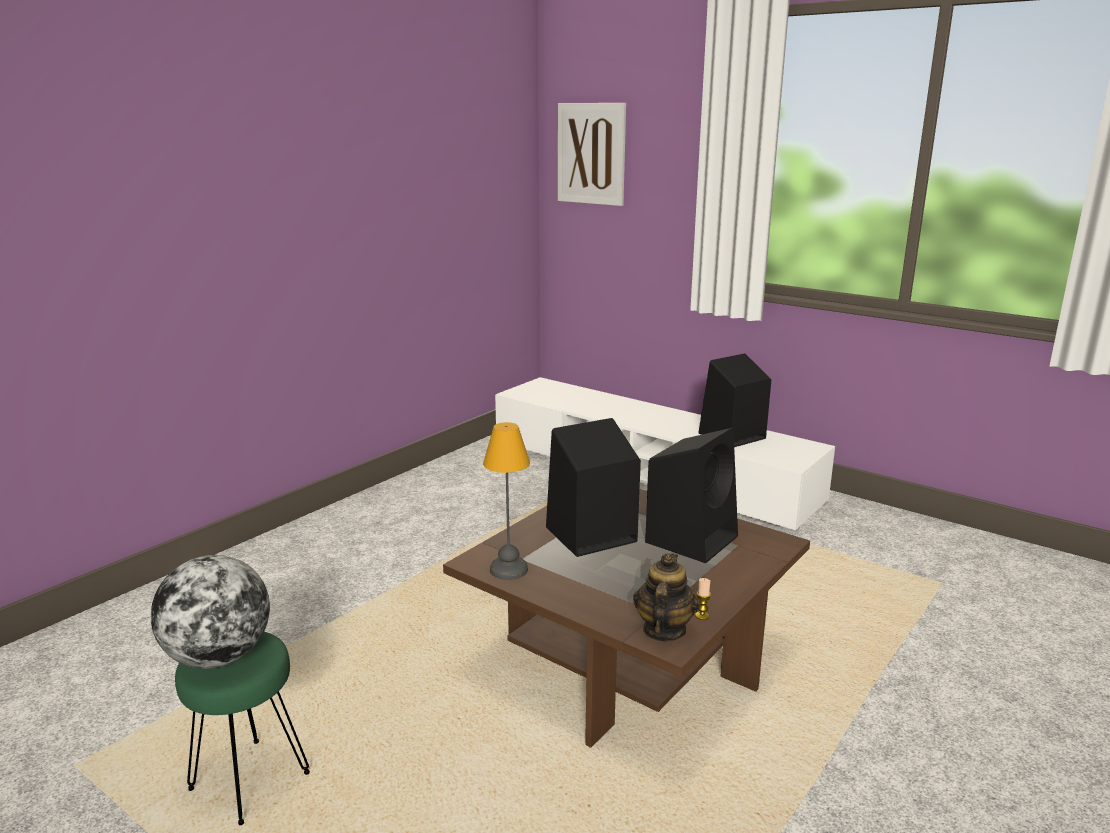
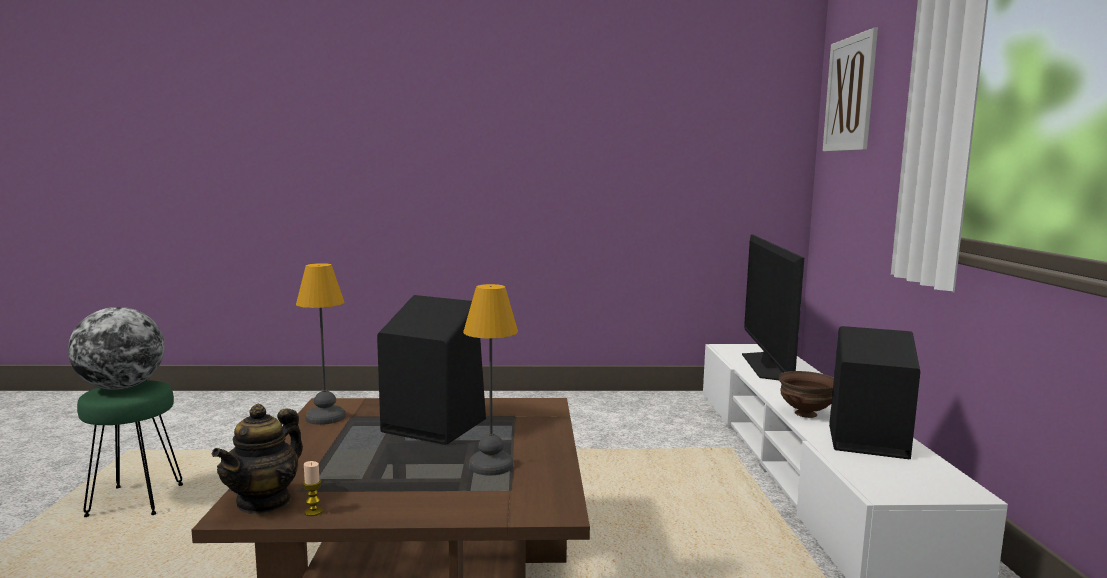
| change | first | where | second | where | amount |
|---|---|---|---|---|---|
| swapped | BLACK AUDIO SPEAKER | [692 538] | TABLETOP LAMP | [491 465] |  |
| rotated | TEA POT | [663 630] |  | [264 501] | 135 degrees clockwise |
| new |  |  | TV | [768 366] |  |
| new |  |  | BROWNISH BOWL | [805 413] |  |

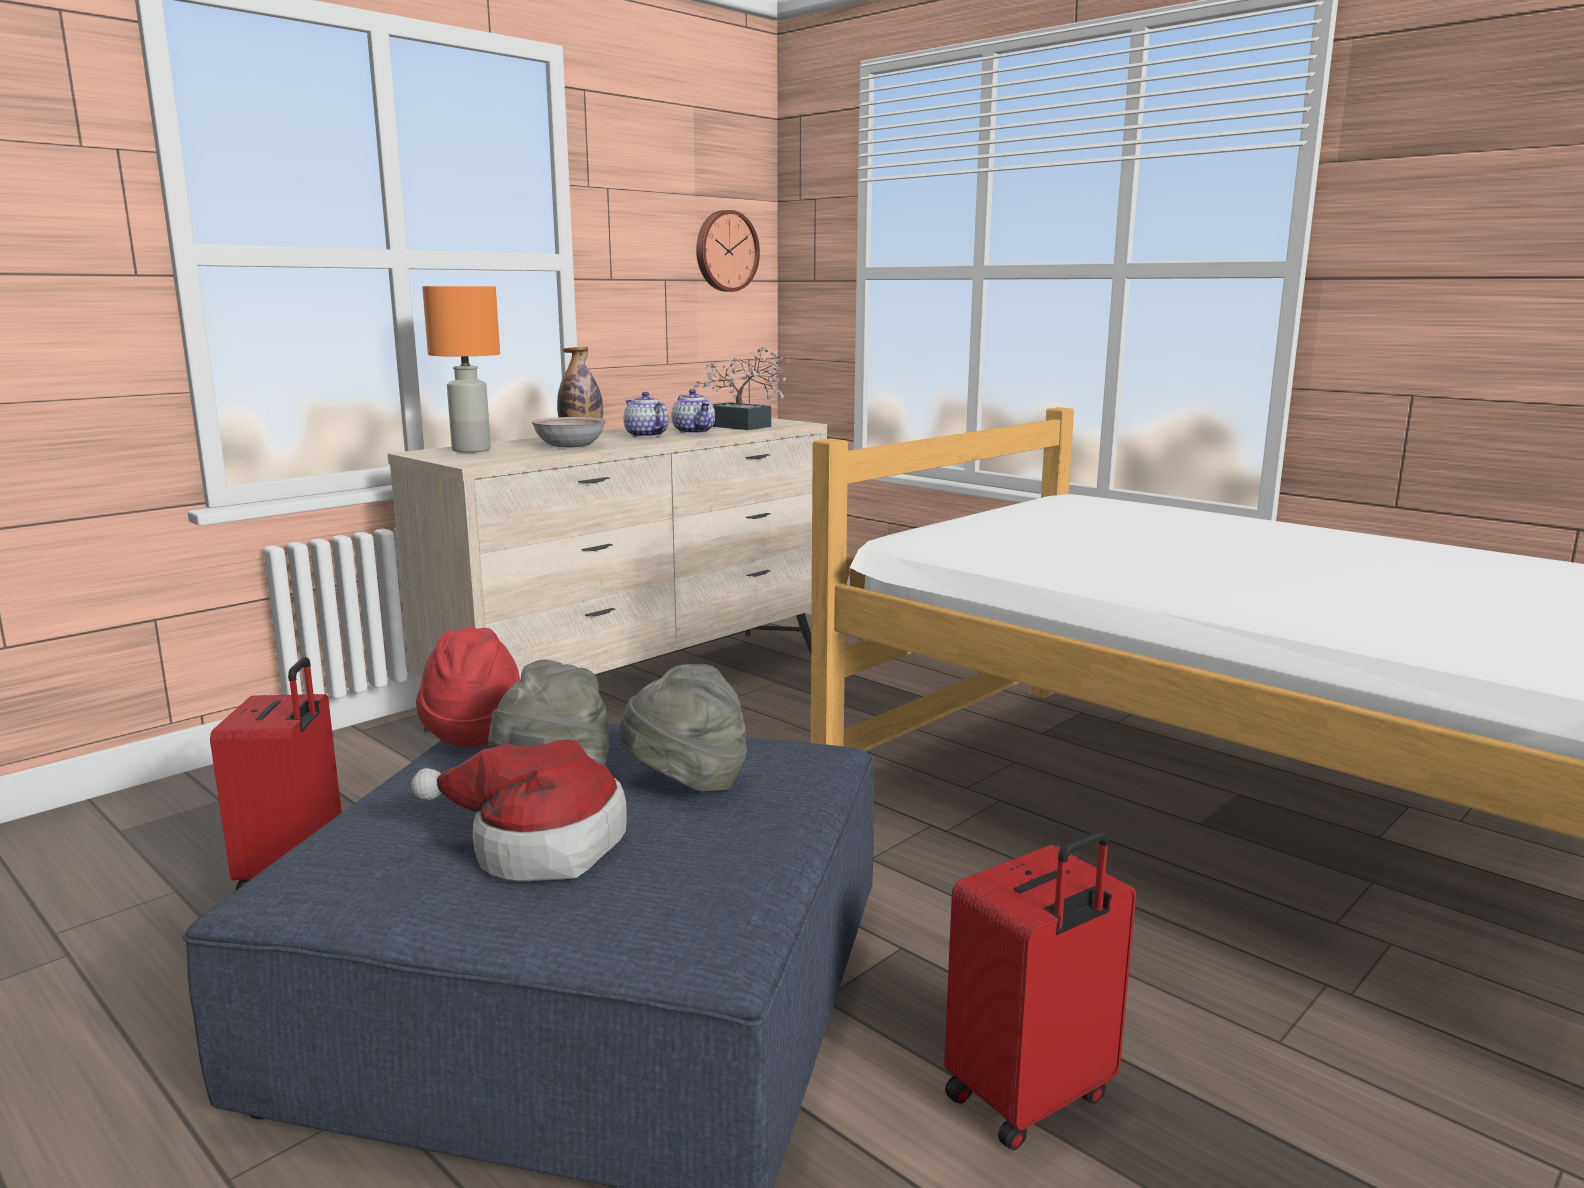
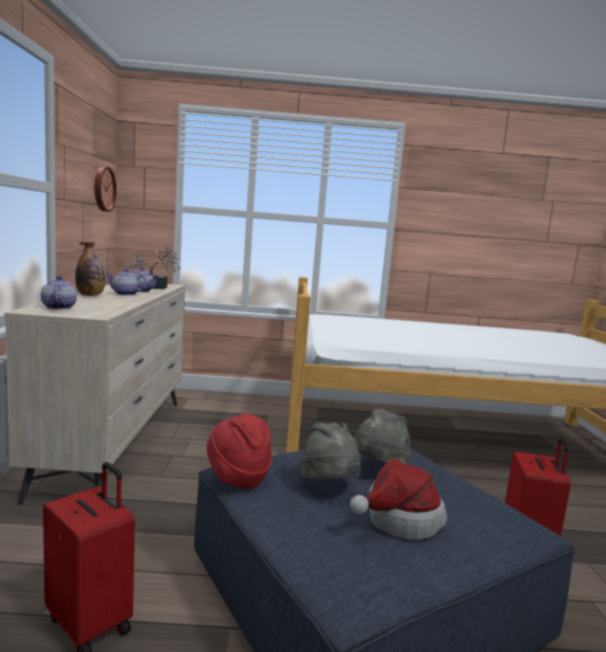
| change | first | where | second | where | amount |
|---|---|---|---|---|---|
| swapped | ORANGE TABLETOP LAMP | [470 450] | TEA POT | [58 307] |  |
| gone | BOWL | [570 445] |  |  |  |

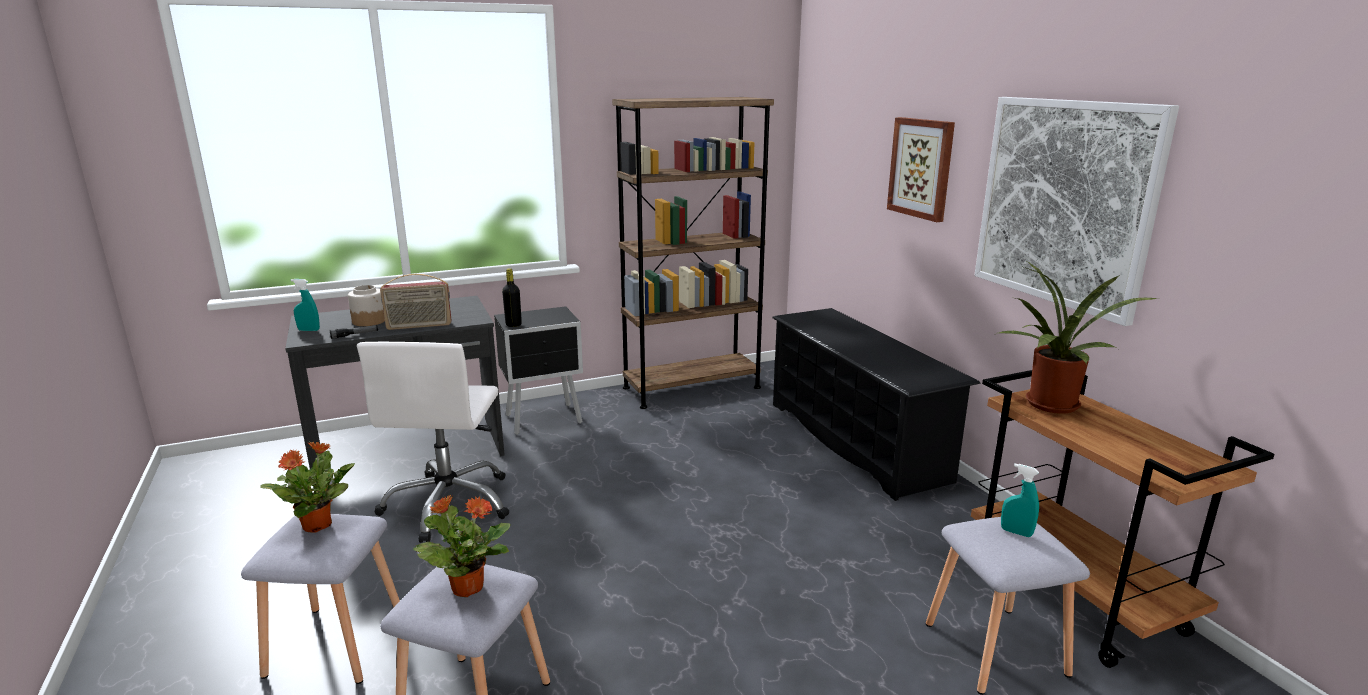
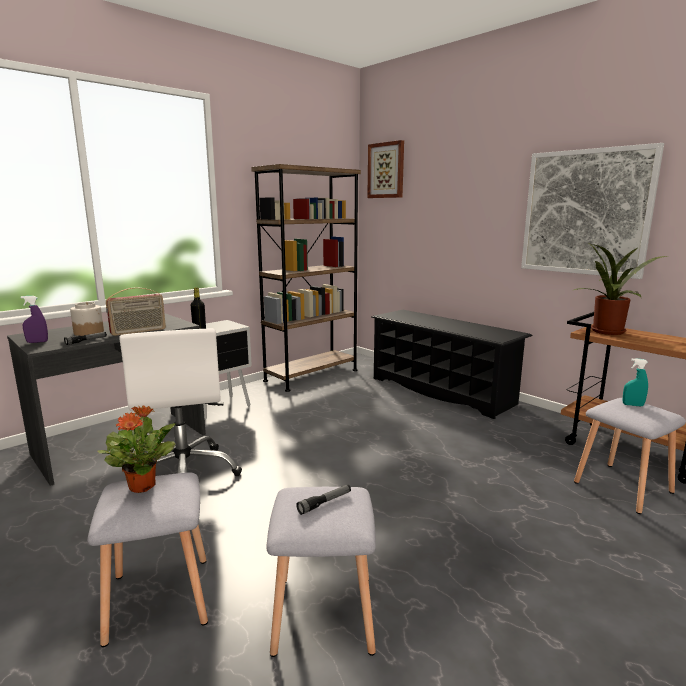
| change | first | where | second | where | amount |
|---|---|---|---|---|---|
| shifted | WALL ART | [921 168] |  | [386 170] |  |
| repainted | TURQUOISE SPRAY BOTTLE | [309 330] | PURPLE SPRAY BOTTLE | [37 342] |  |
| swapped | POTTED PLANT | [466 587] | FLASHLIGHT | [325 503] |  |

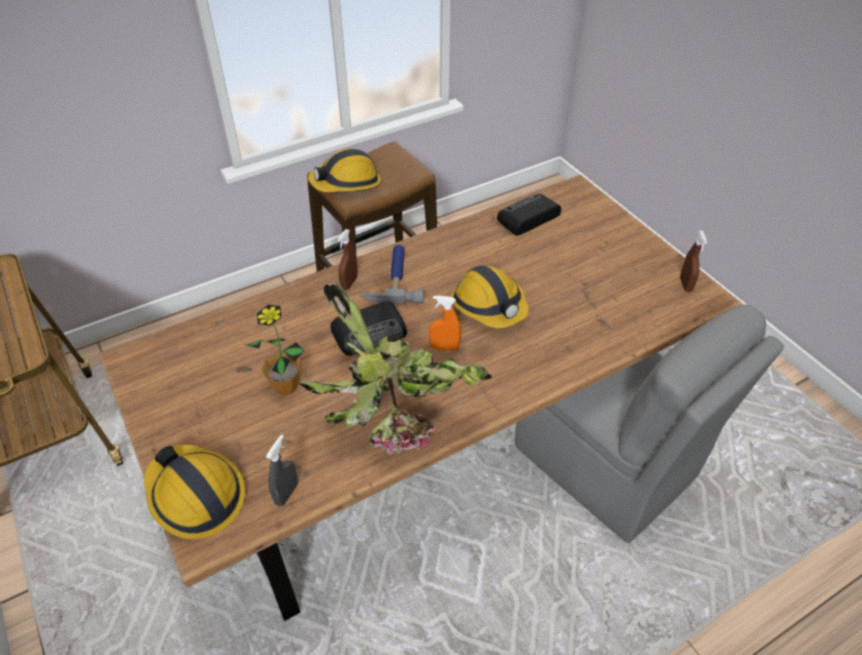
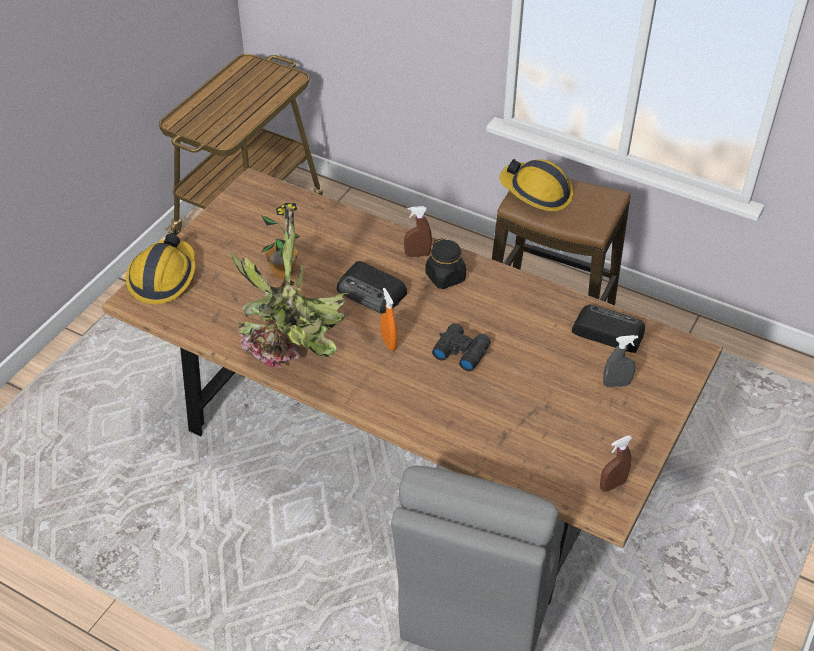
| change | first | where | second | where | amount |
|---|---|---|---|---|---|
| swapped | HAMMER | [393 278] | BLACK PRESERVE JAR | [445 277] |  |
| swapped | SAFETY HELMET | [489 306] | BLACK FIELD GLASSES | [460 351] |  |
| shifted | GREY SPRAY BOTTLE | [286 494] |  | [616 384] |  |

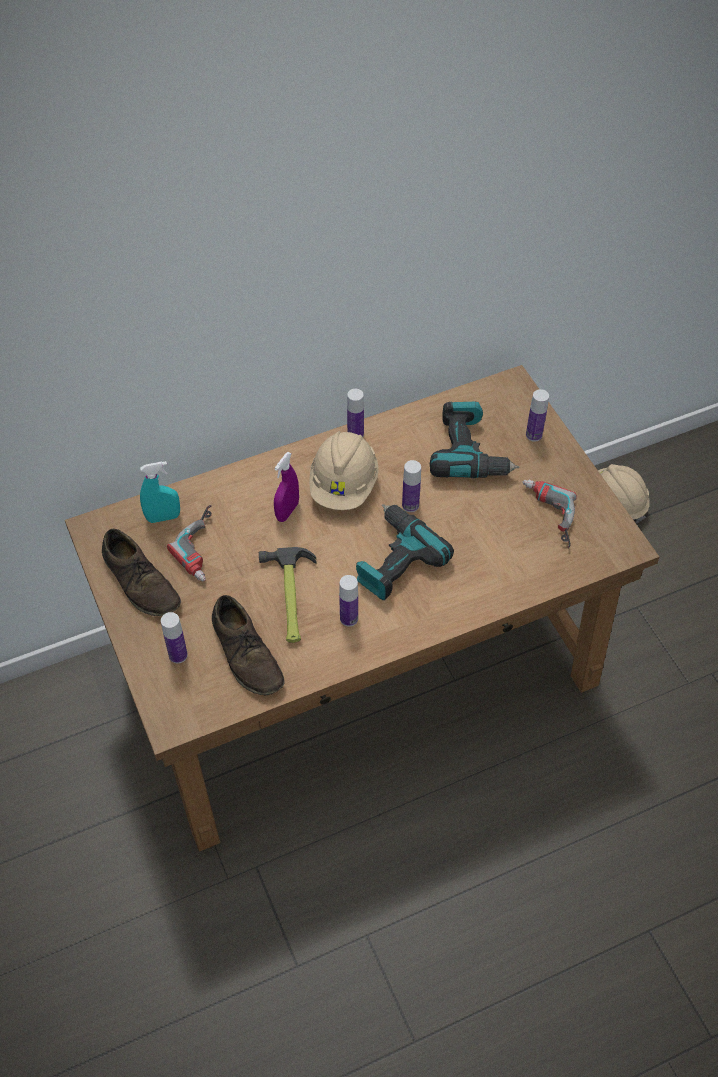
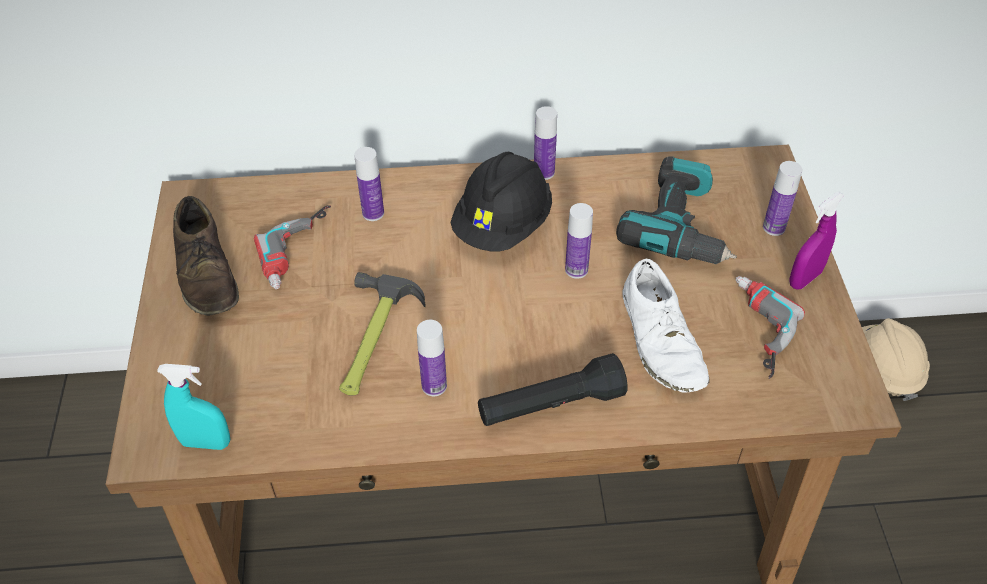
| change | first | where | second | where | amount |
|---|---|---|---|---|---|
| repainted | BEIGE SAFETY HELMET | [344 485] | BLACK SAFETY HELMET | [503 225] |  |
| shifted | PURPLE SPRAY BOTTLE | [287 511] |  | [805 278] |  |
| shifted | TURQUOISE SPRAY BOTTLE | [163 517] |  | [206 443] |  |
| gone | POWER DRILL | [394 559] |  |  |  |
| gone | BROWNISH LOW SHOE | [247 654] |  |  |  |
| shifted | DRINK BOTTLE | [178 655] |  | [373 213] |  |
| new |  |  | WHITE LOW SHOE | [661 340] |  |
| new |  |  | BLACK FLASHLIGHT | [550 405] |  |

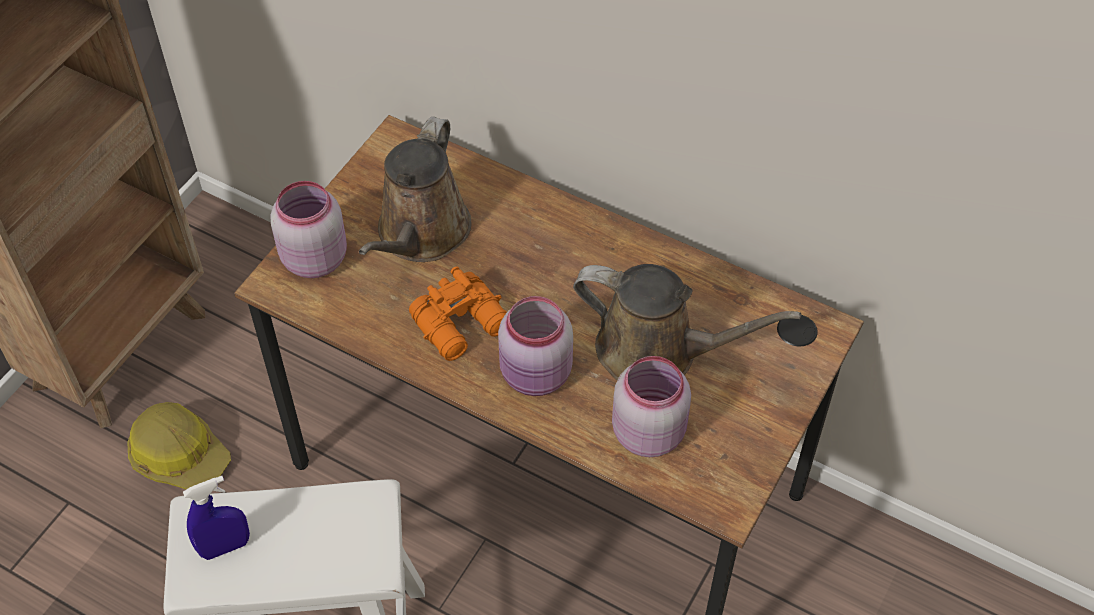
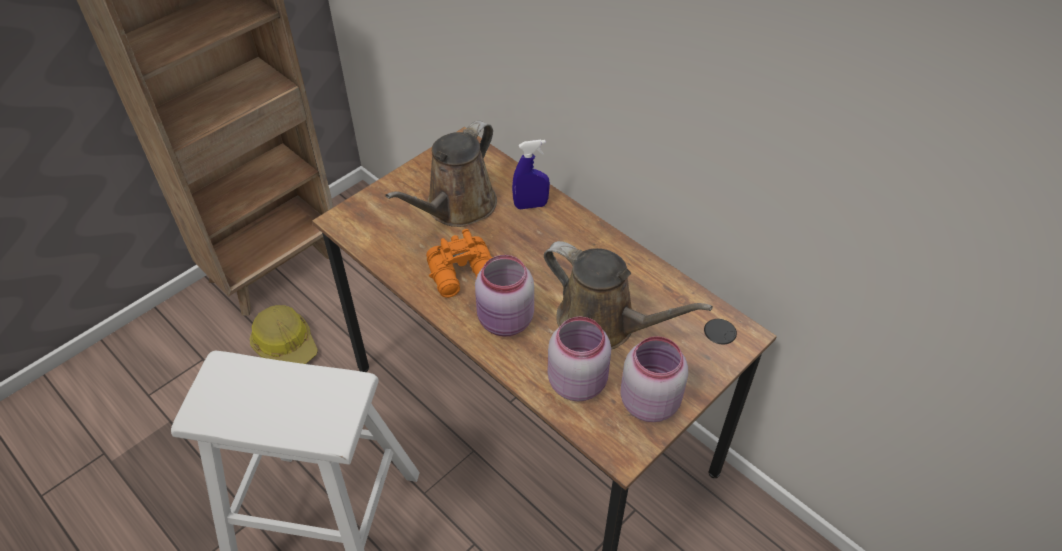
| change | first | where | second | where | amount |
|---|---|---|---|---|---|
| shifted | PINK-COLOURED PRESERVE JAR | [313 257] |  | [648 401] |  |
| shifted | BLUISH SPRAY BOTTLE | [225 547] |  | [531 205] |  |

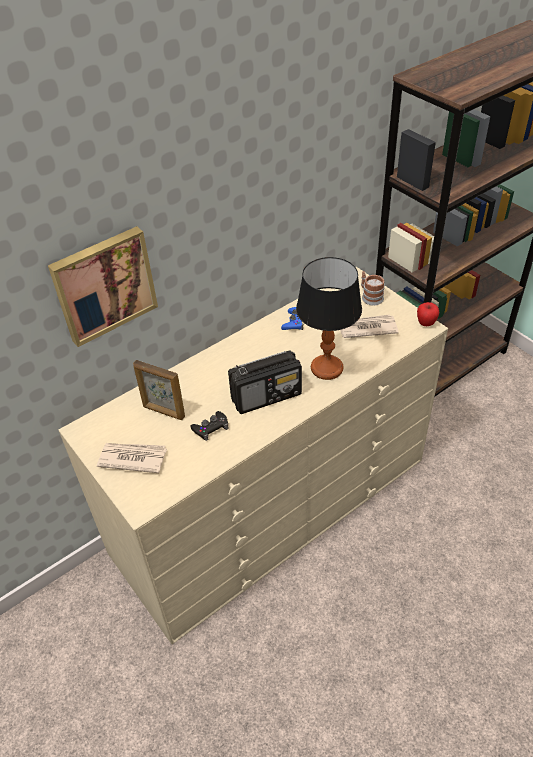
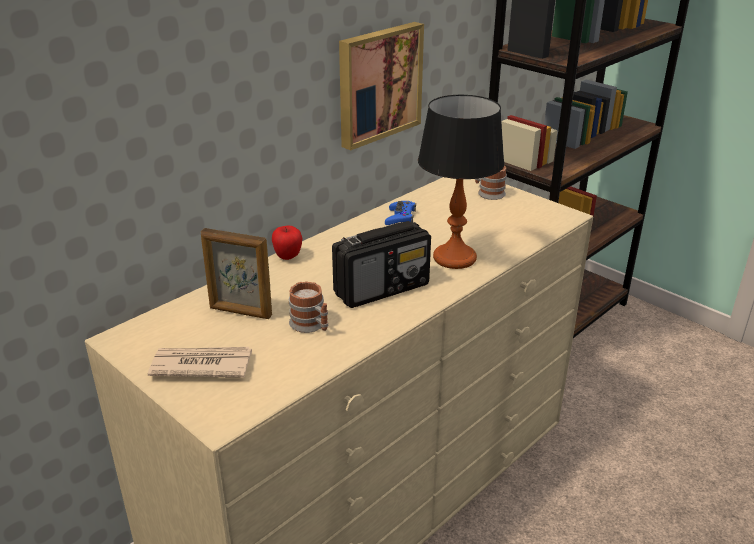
| change | first | where | second | where | amount |
|---|---|---|---|---|---|
| shifted | WALL ART | [104 284] |  | [378 84] |  |
| shifted | APPLE FRUIT | [426 323] |  | [288 257] |  |
| gone | DAILY PAPER | [367 328] |  |  |  |
| swapped | BLACK JOYPAD | [211 428] | TEA MUG | [311 325] |  |

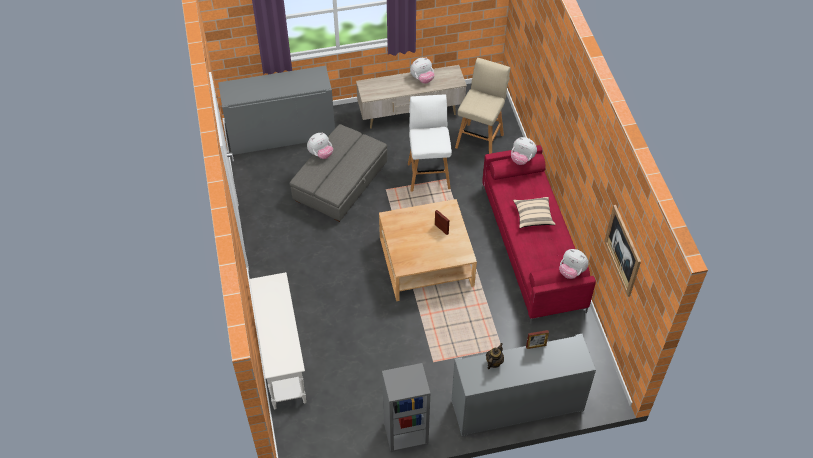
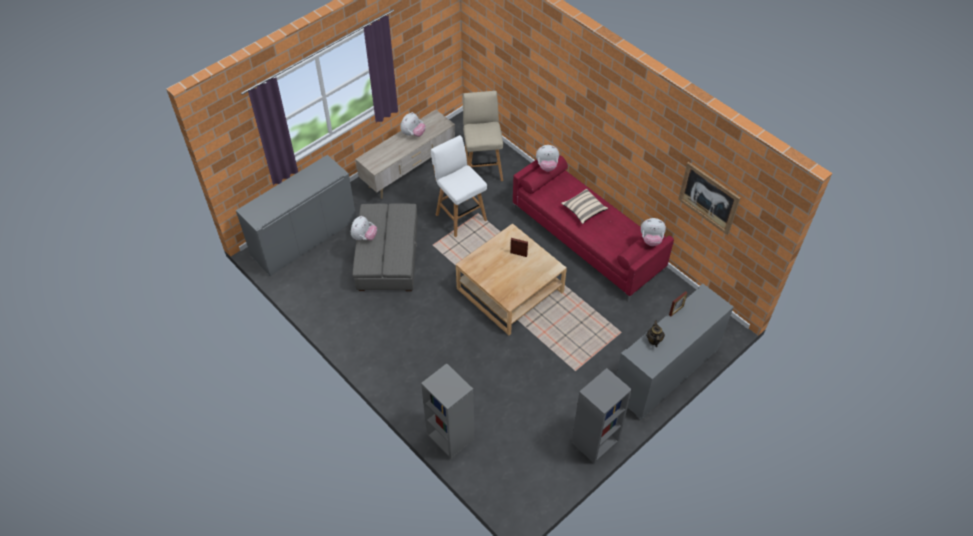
| change | first | where | second | where | amount |
|---|---|---|---|---|---|
| swapped | WHITE HALL TABLE | [283 363] | GREY BOOKCASE | [449 437] |  |

